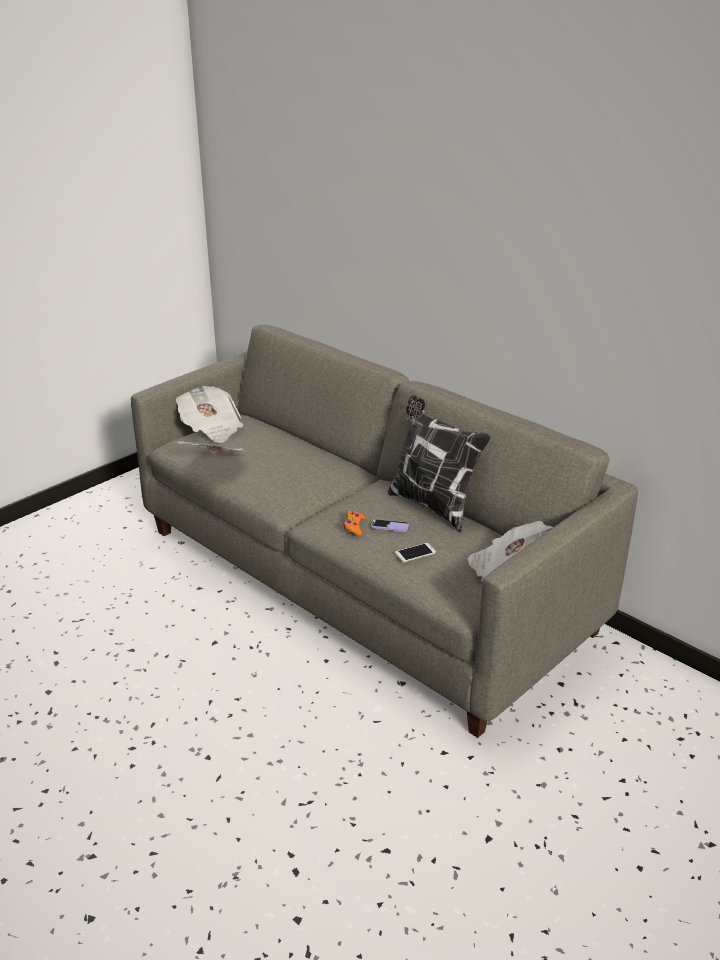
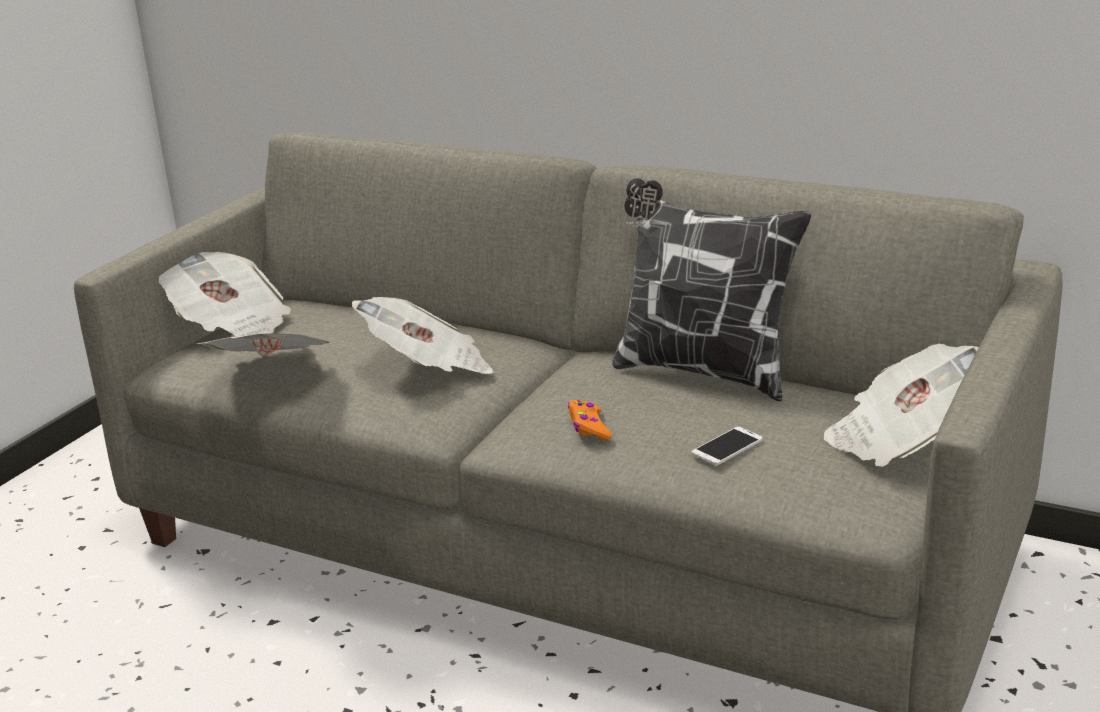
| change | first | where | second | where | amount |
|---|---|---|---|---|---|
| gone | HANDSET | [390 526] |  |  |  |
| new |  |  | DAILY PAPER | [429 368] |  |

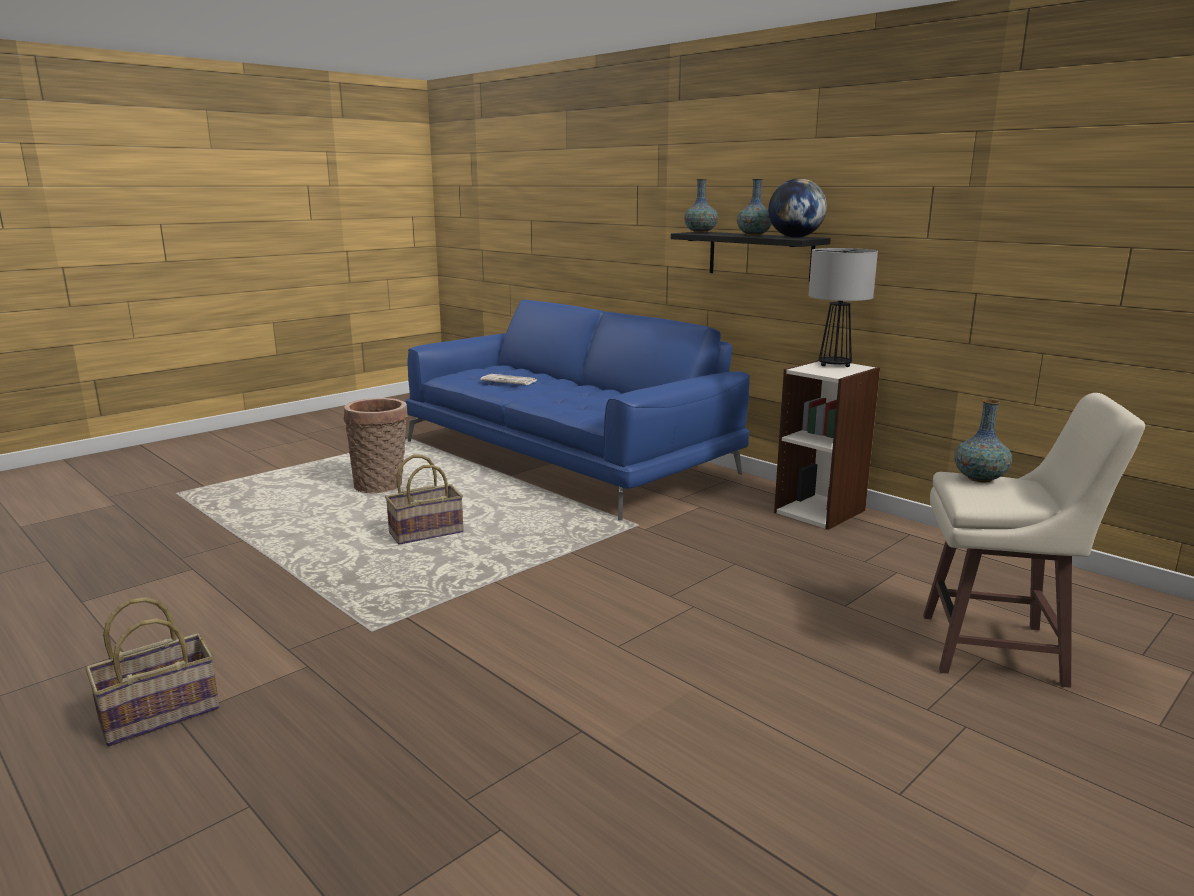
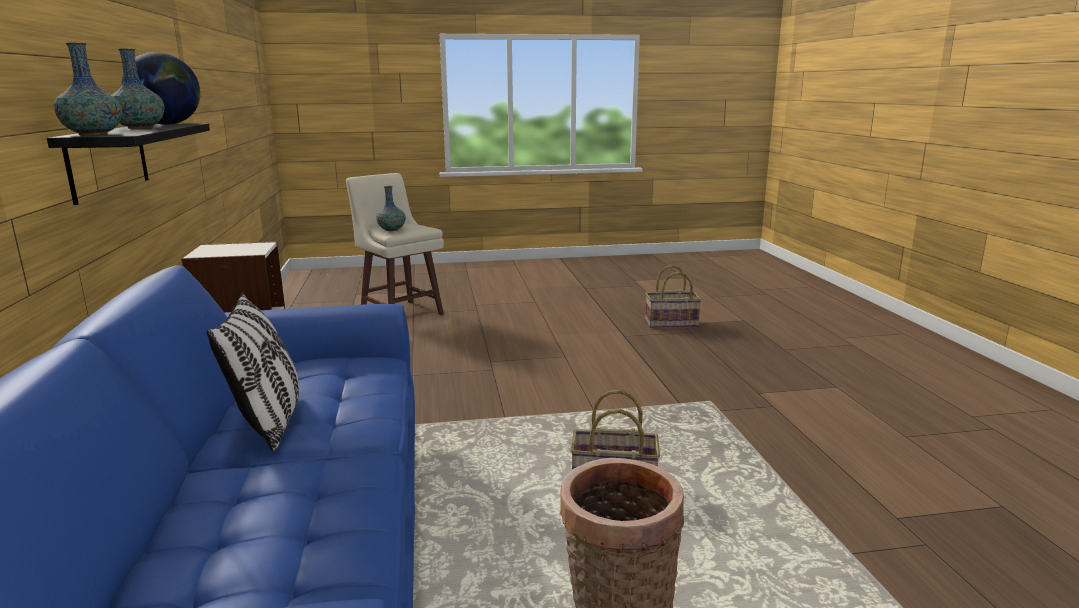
| change | first | where | second | where | amount |
|---|---|---|---|---|---|
| gone | TABLETOP LAMP | [834 365] |  |  |  |
| gone | DAILY PAPER | [510 380] |  |  |  |
| shifted | HOUSEHOLD BASKET | [160 713] |  | [671 323] |  |
| new |  |  | THROW PILLOW | [269 422] |  |

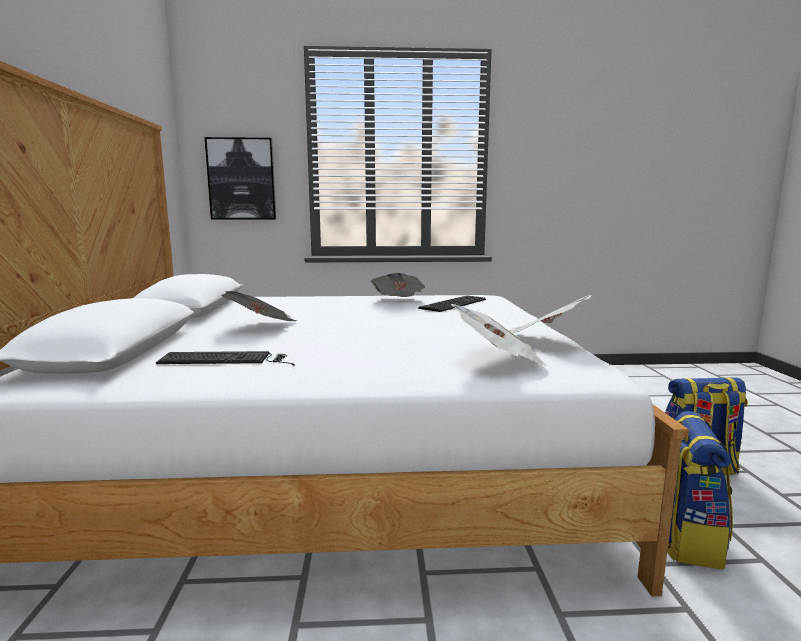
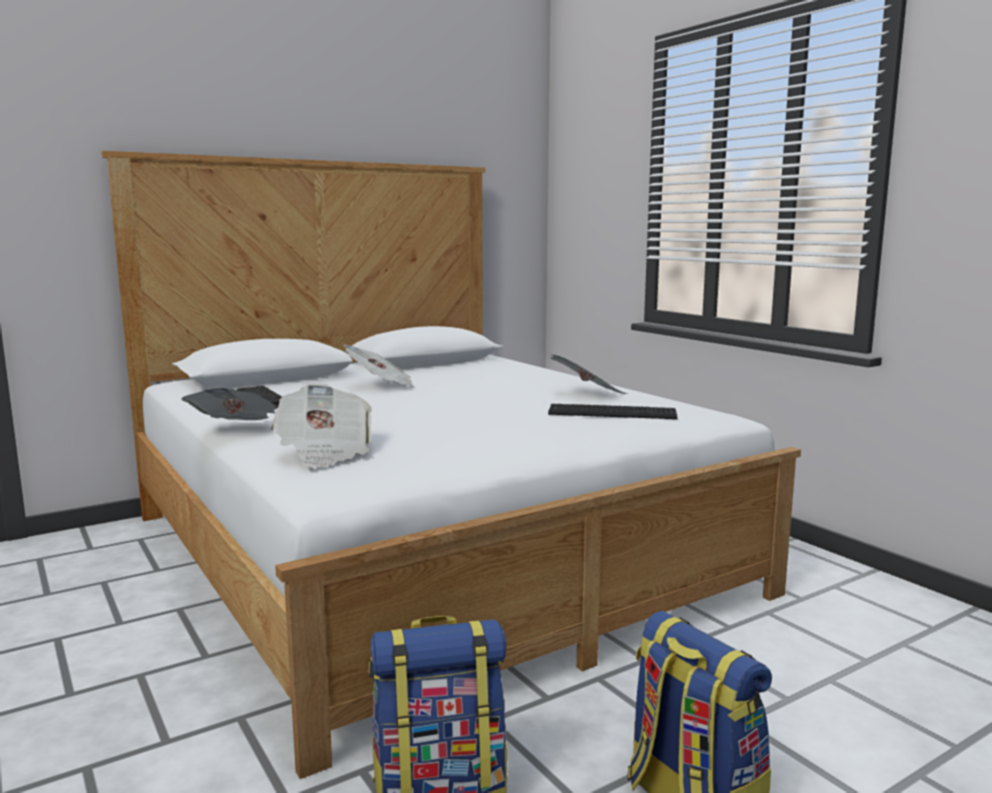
| change | first | where | second | where | amount |
|---|---|---|---|---|---|
| gone | WALL ART | [242 179] |  |  |  |
| shifted | DAILY PAPER | [544 338] |  | [235 430] |  |

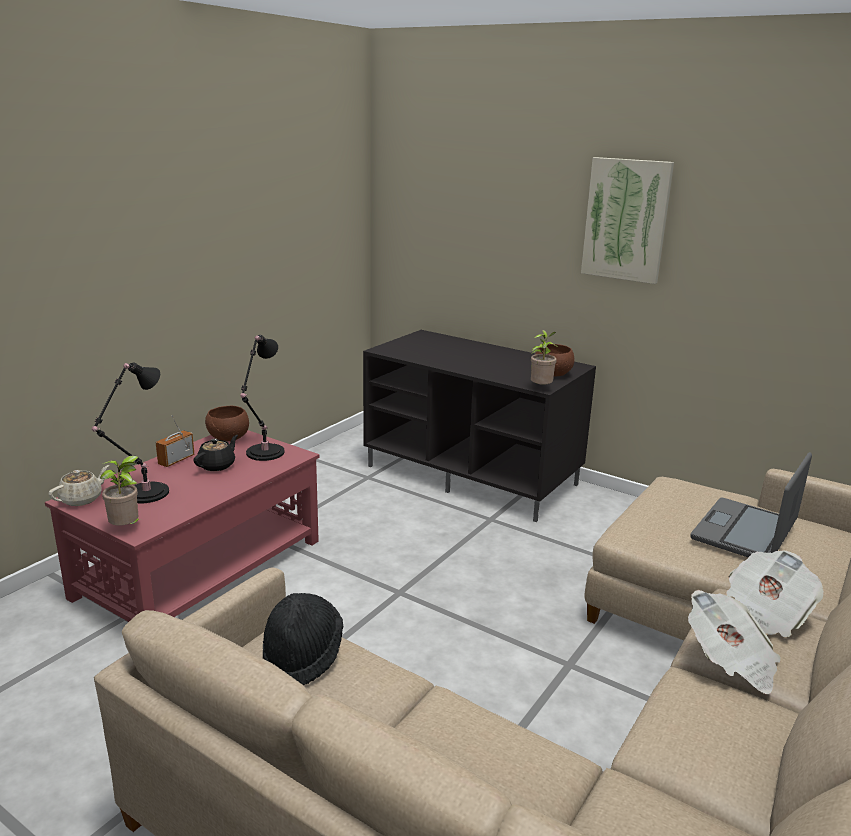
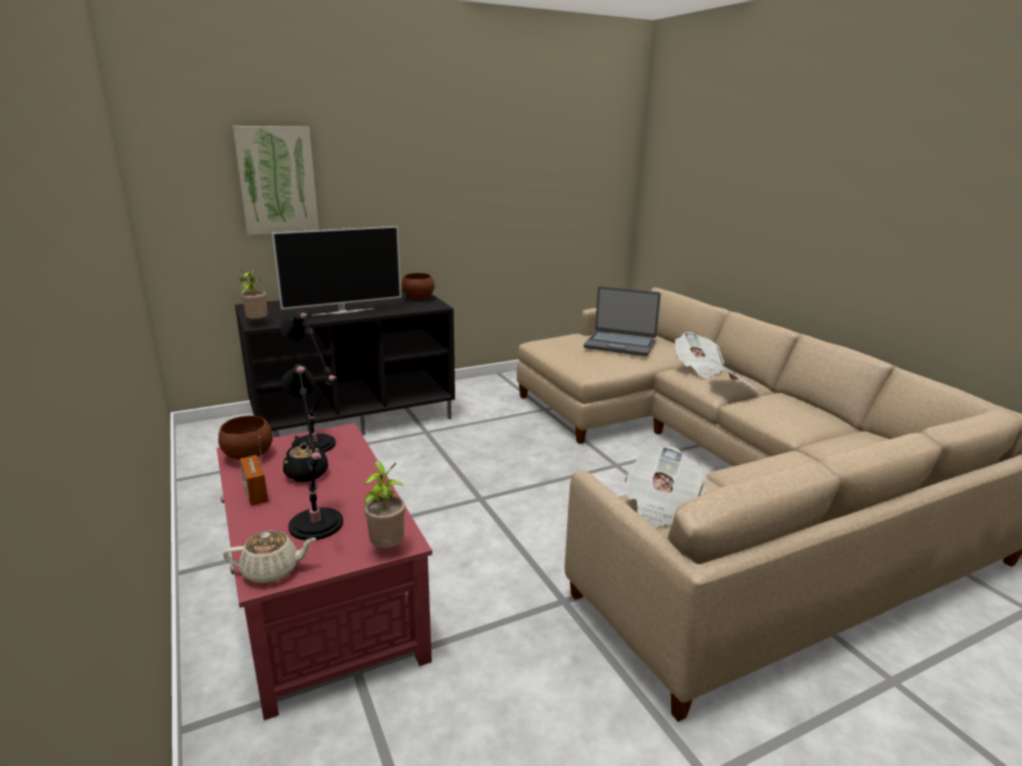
| change | first | where | second | where | amount |
|---|---|---|---|---|---|
| shifted | WALL ART | [626 220] |  | [277 180] |  |
| shifted | POTTED PLANT | [541 389] |  | [257 323] |  |
| rotated | PORTABLE COMPUTER | [745 532] |  | [620 344] | 45 degrees counterclockwise |
| rotated | BEIGE TEA POT | [82 499] |  | [272 571] | 105 degrees clockwise |
| swapped | BLACK WEARABLE HAT | [302 656] | DAILY PAPER | [661 507] |  |
| new |  |  | TV | [343 312] |  |

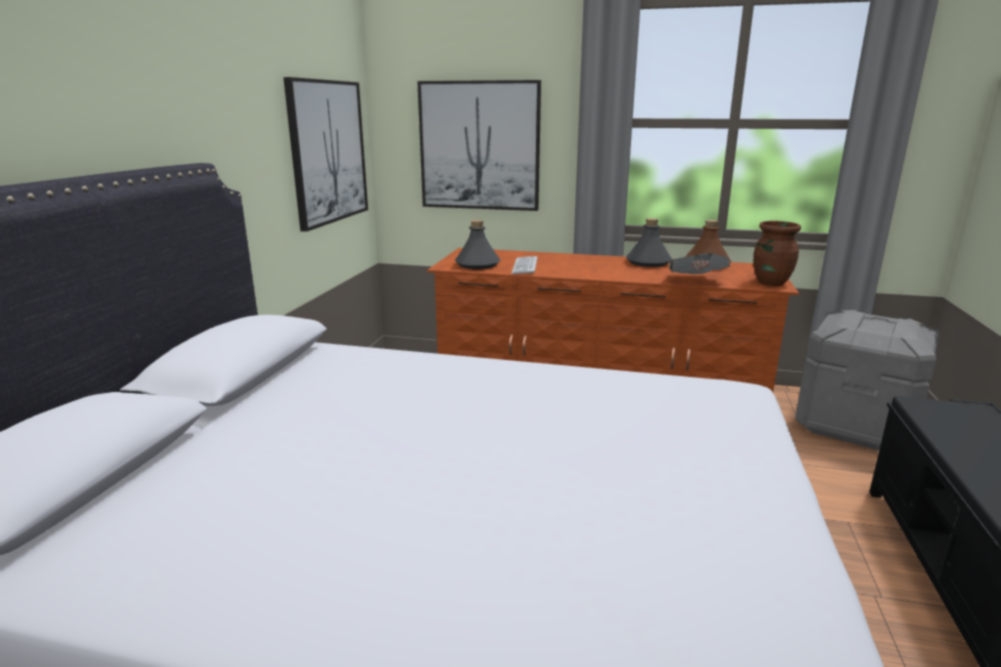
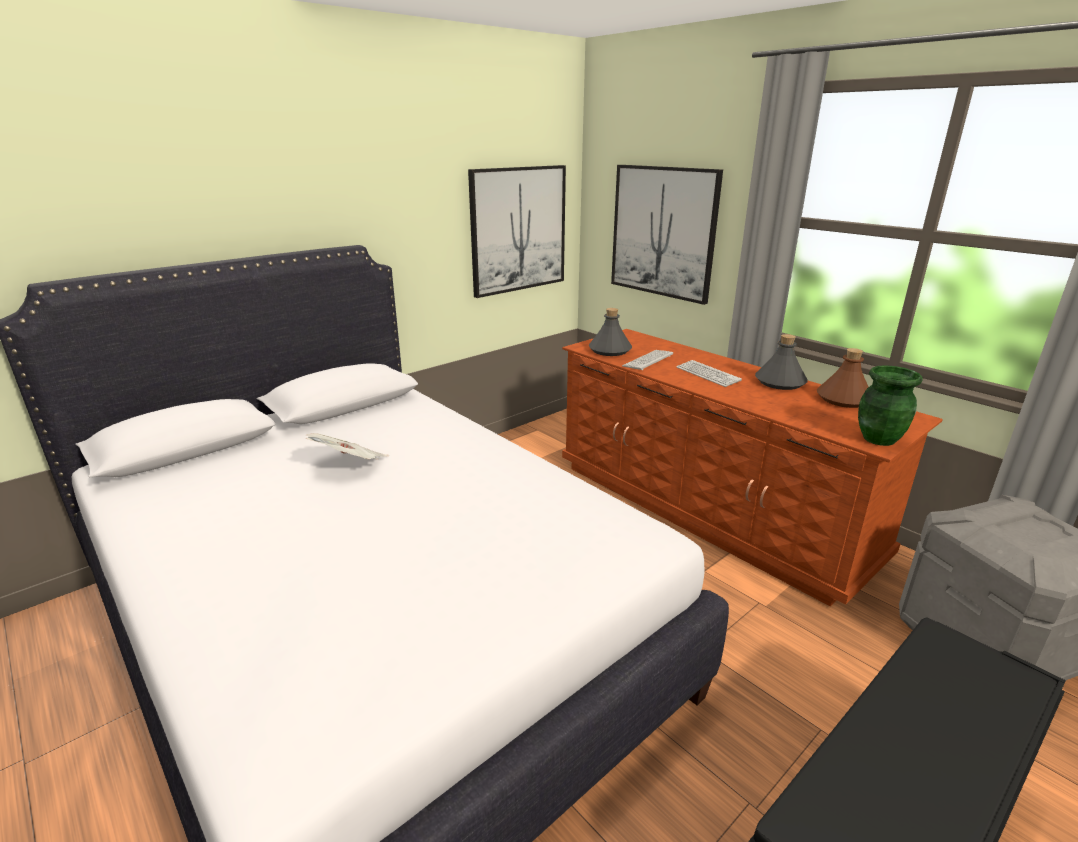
| change | first | where | second | where | amount |
|---|---|---|---|---|---|
| repainted | BROWNISH DECORATIVE VASE | [771 282] | GREENISH DECORATIVE VASE | [878 439] |  |
| shifted | DAILY PAPER | [696 281] |  | [351 464] |  |
| new |  |  | PC KEYBOARD | [707 374] |  |

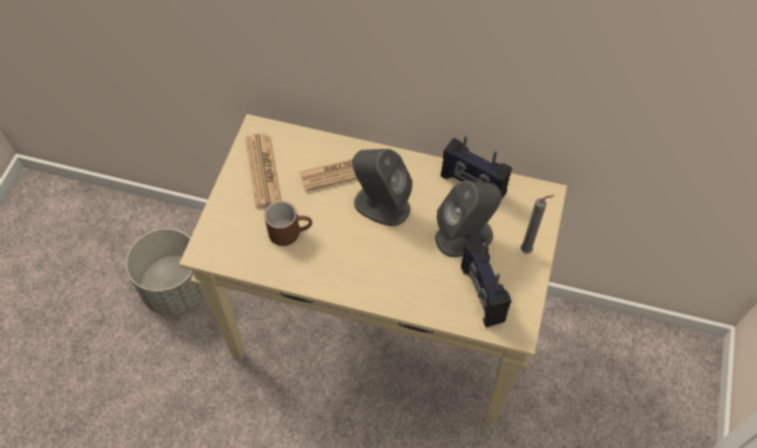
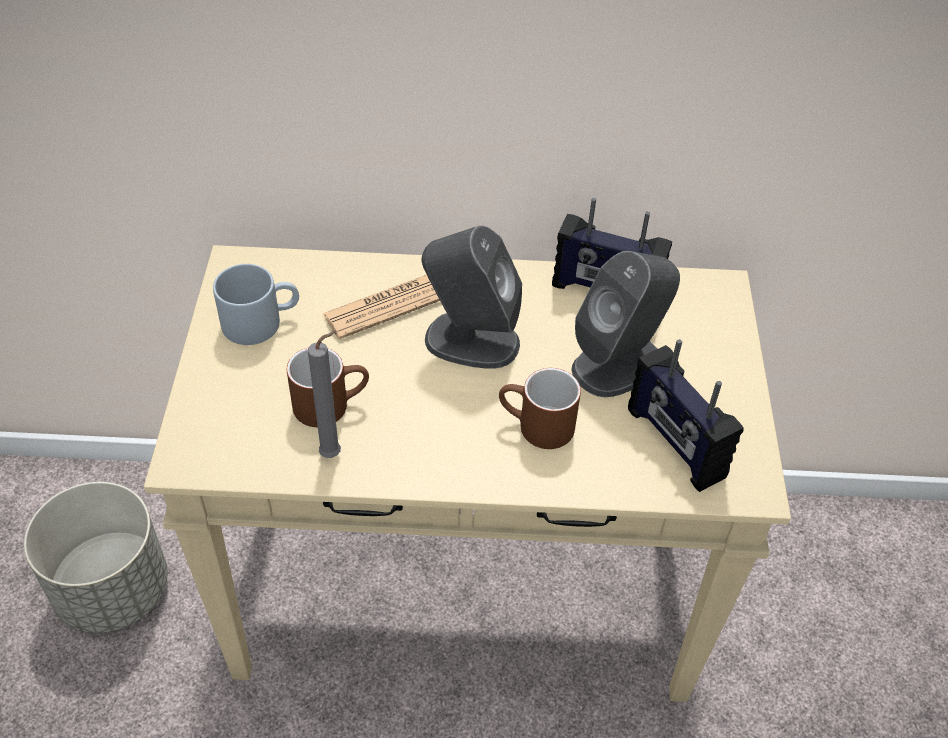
| change | first | where | second | where | amount |
|---|---|---|---|---|---|
| swapped | DAILY PAPER | [263 170] | GREY TEA MUG | [261 321] |  |
| shifted | GREY WAX LIGHT | [528 250] |  | [334 454] |  |
| new |  |  | BROWNISH TEA MUG | [535 427] |  |

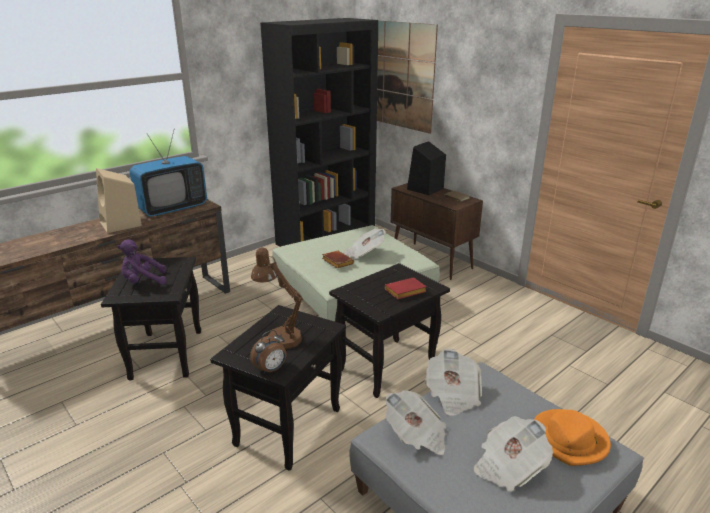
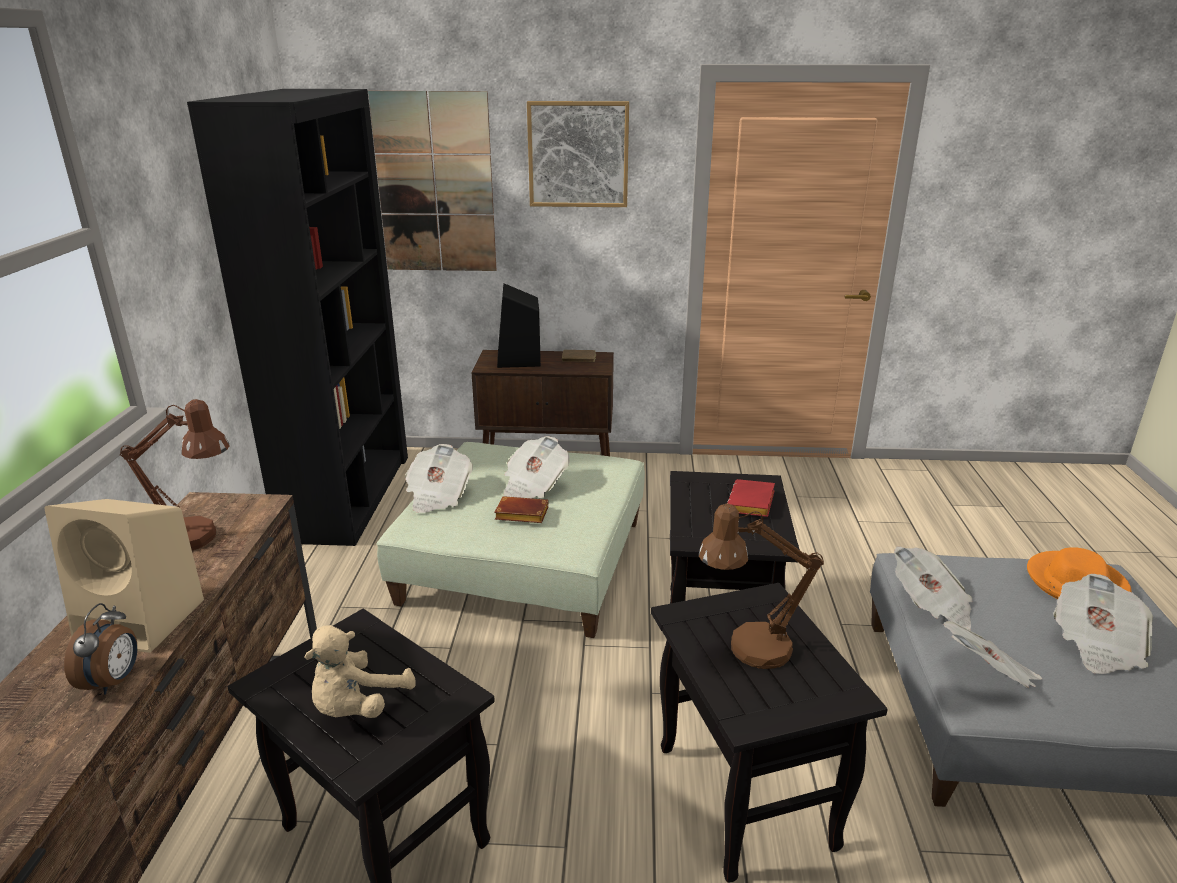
| change | first | where | second | where | amount |
|---|---|---|---|---|---|
| swapped | TV | [172 208] | BROWNISH TABLETOP LAMP | [199 538] |  |
| repainted | PURPLE SOFT TOY | [143 282] | BEIGE SOFT TOY | [357 706] |  |
| shifted | ALARM CLOCK | [271 369] |  | [114 681] |  |
| new |  |  | WALL ART | [578 154] |  |
| new |  |  | DAILY PAPER | [438 496] |  |

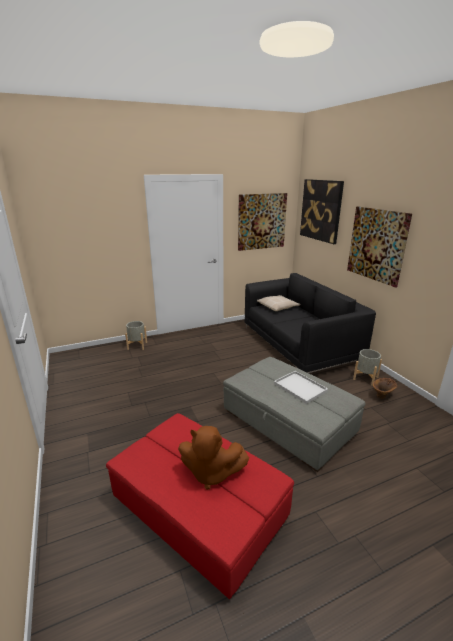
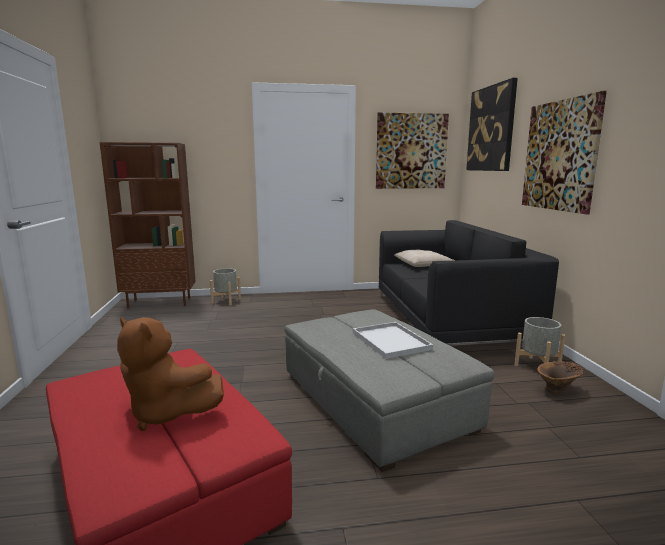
| change | first | where | second | where | amount |
|---|---|---|---|---|---|
| new |  |  | BROWNISH BOOKCASE | [160 302] |  |

